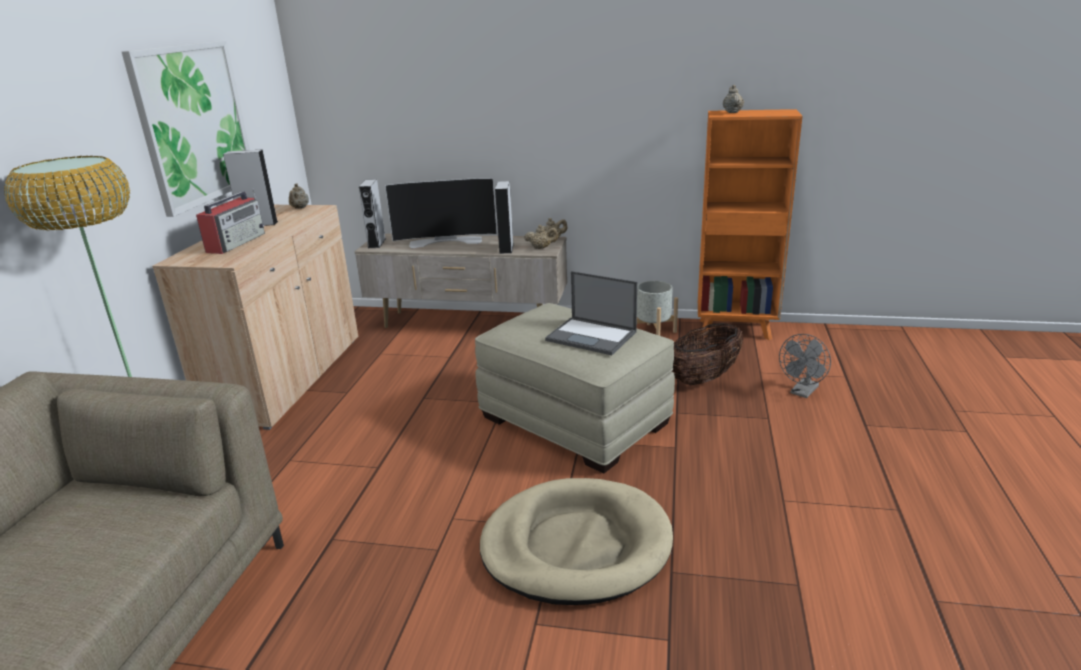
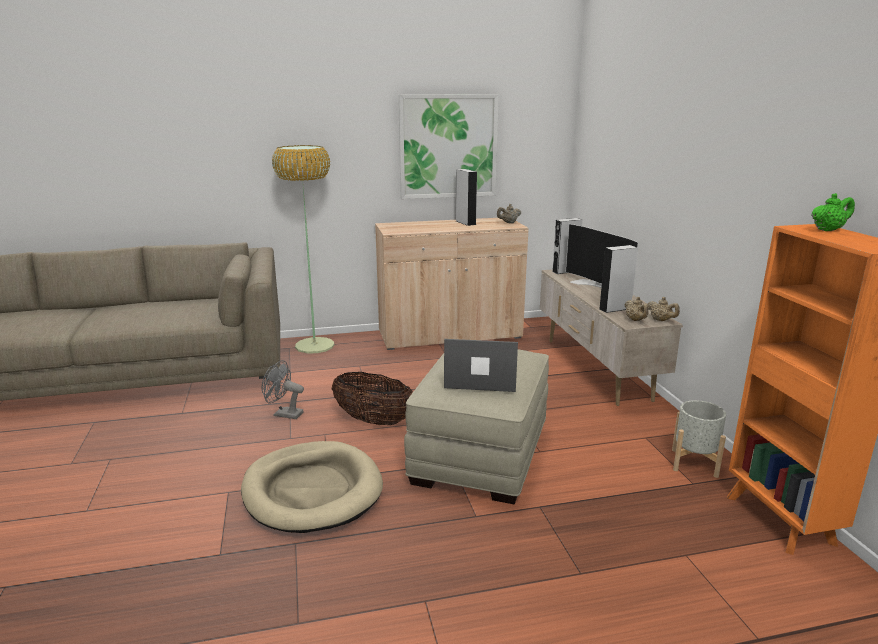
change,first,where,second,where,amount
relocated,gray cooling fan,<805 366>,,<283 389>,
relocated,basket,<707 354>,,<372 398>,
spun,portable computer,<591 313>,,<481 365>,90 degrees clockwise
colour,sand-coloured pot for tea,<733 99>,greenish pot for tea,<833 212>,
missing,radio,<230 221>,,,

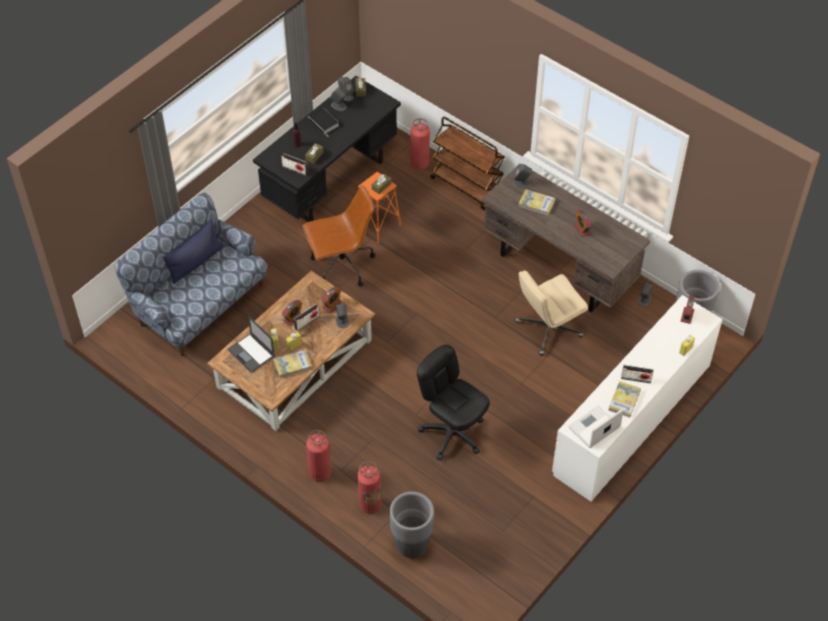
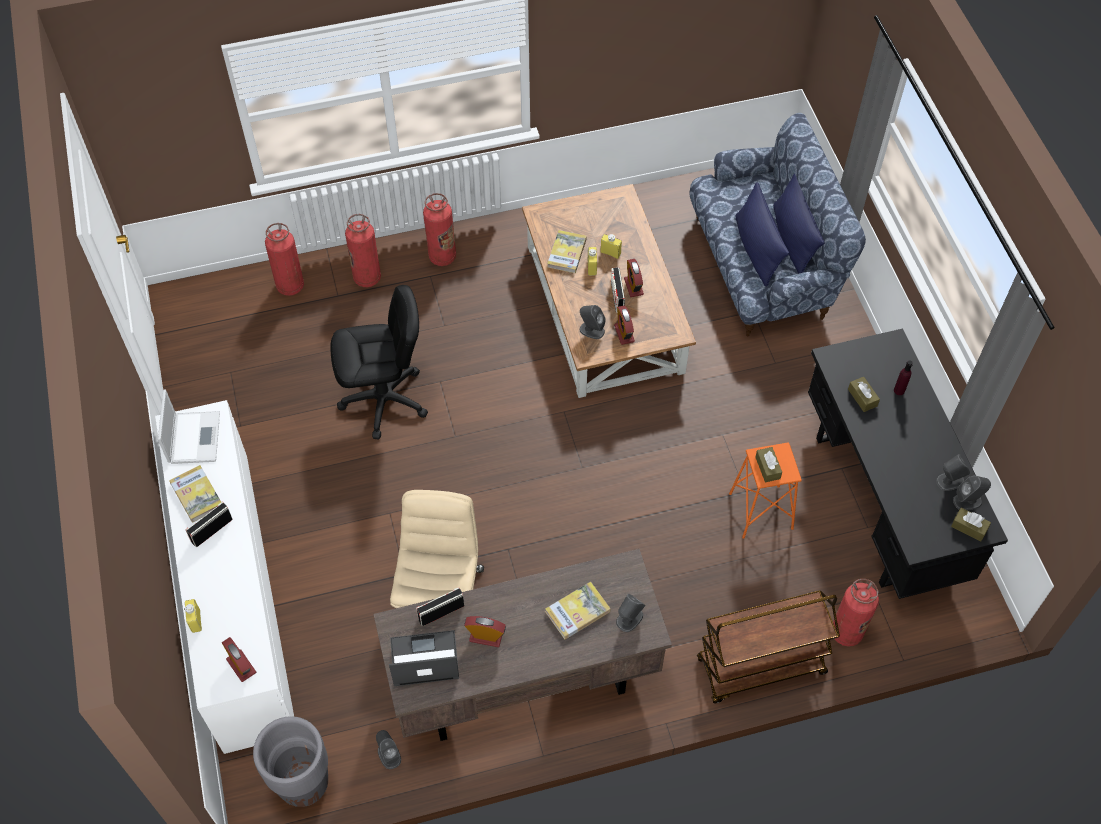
change,first,where,second,where,amount
exchanged,gray planter,<411 525>,fire extinguisher,<284 259>,
relocated,portable computer,<251 344>,,<424 658>,
relocated,radio,<294 165>,,<440 606>,
appeared,,,blue-coloured cushion,<762 234>,
missing,brownish computer chair,<339 236>,,,
missing,bound book,<323 121>,,,

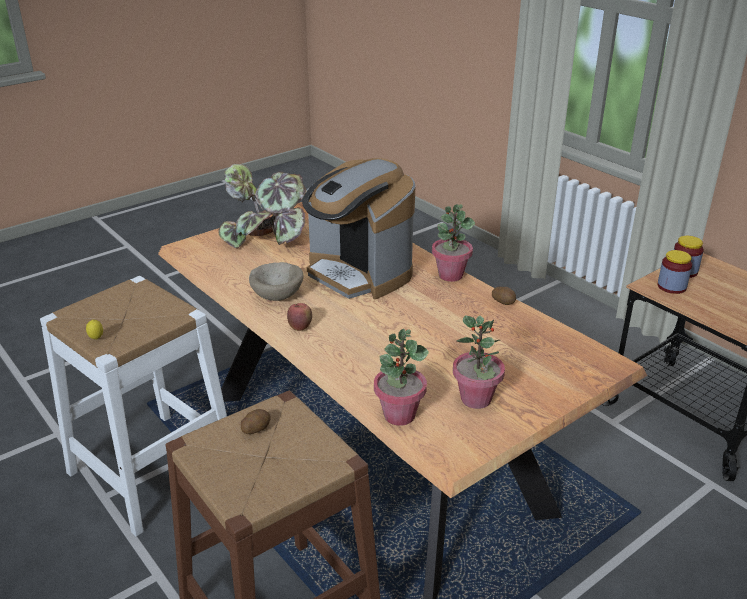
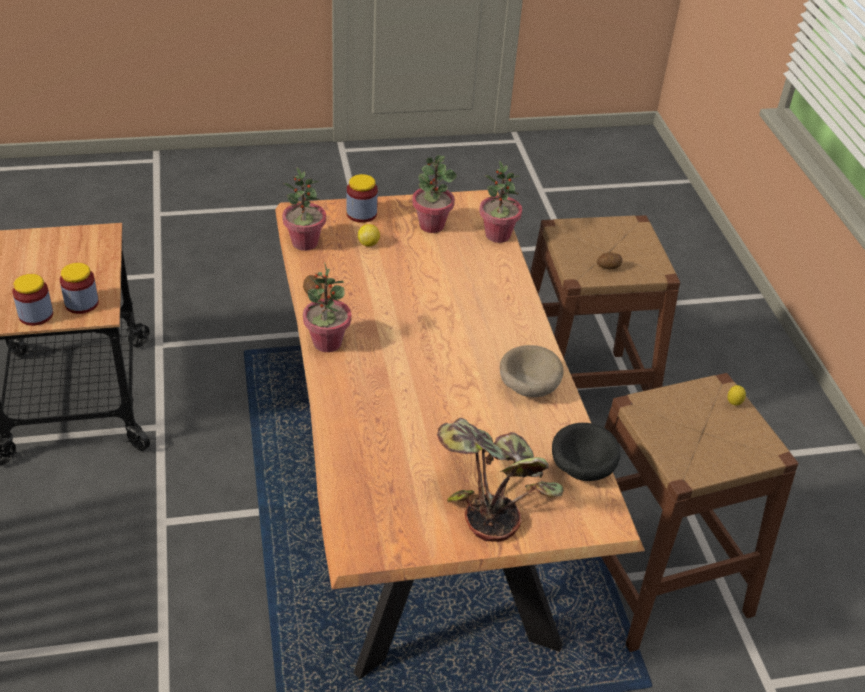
change,first,where,second,where,amount
appeared,,,plant in a pot,<304 209>,
appeared,,,storage jar,<362 198>,
appeared,,,lemon,<369 235>,
appeared,,,blackish deep dish,<586 452>,
colour,white stool seat,<133 406>,brownish stool seat,<699 512>,
missing,whole apple,<299 317>,,,
missing,coffee maker,<358 228>,,,

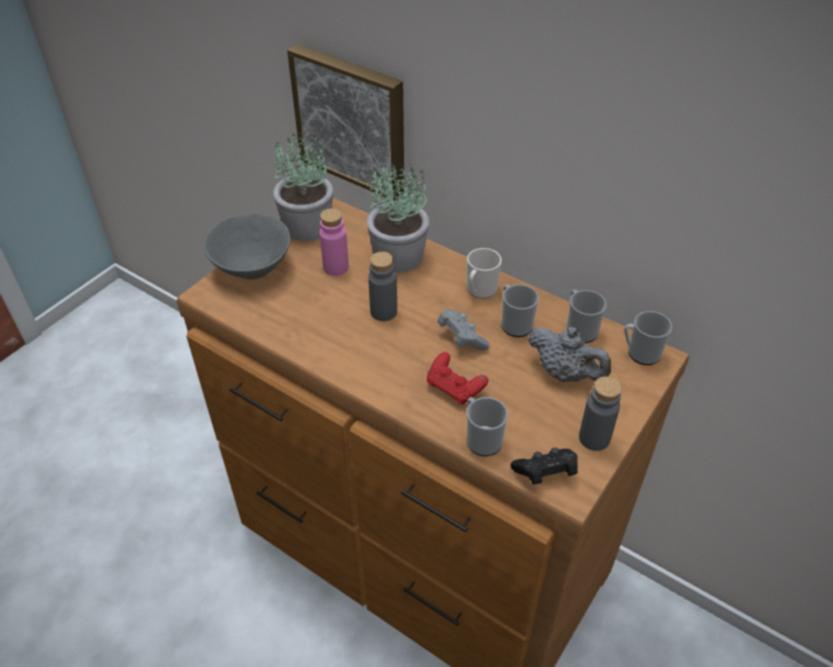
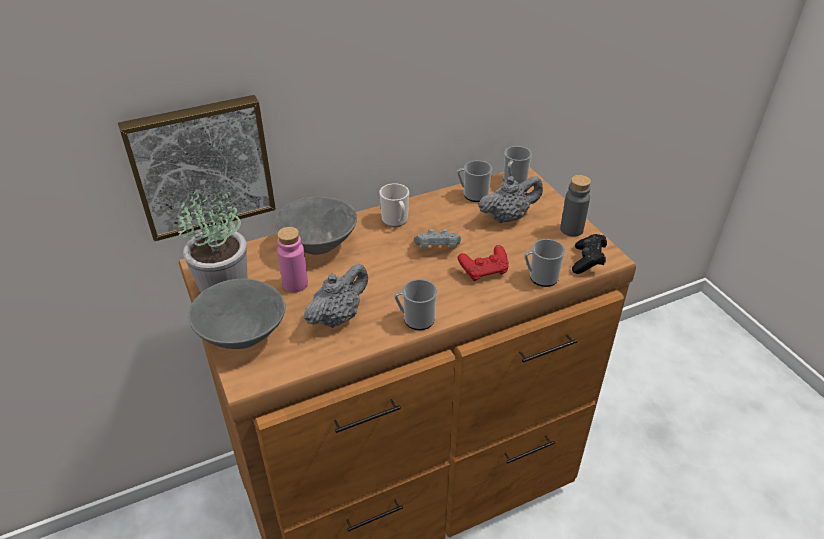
change,first,where,second,where,amount
exchanged,plant in a pot,<398 218>,gray deep dish,<316 226>,
appeared,,,gray pot for tea,<336 296>,
relocated,coffee mug,<520 310>,,<415 304>,
missing,gray bottle,<382 286>,,,

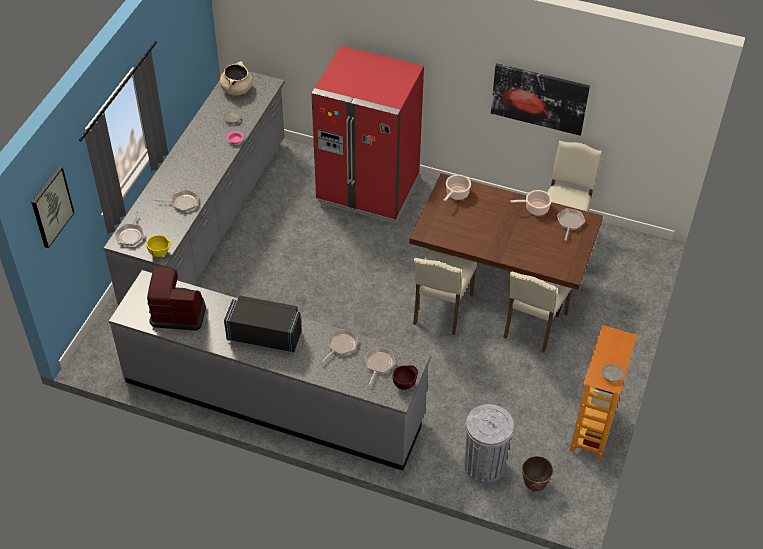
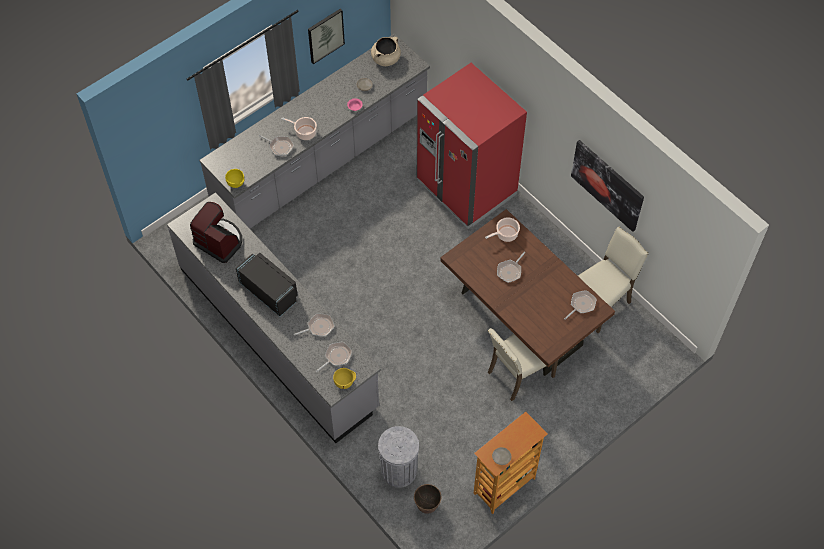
change,first,where,second,where,amount
relocated,saucepot,<531 203>,,<299 128>,
relocated,wall picture,<53 207>,,<326 36>,
colour,brownish deep dish,<405 377>,yellowish deep dish,<344 378>,
relocated,skillet,<129 229>,,<511 267>,
missing,sand-coloured plain chair,<445 292>,,,

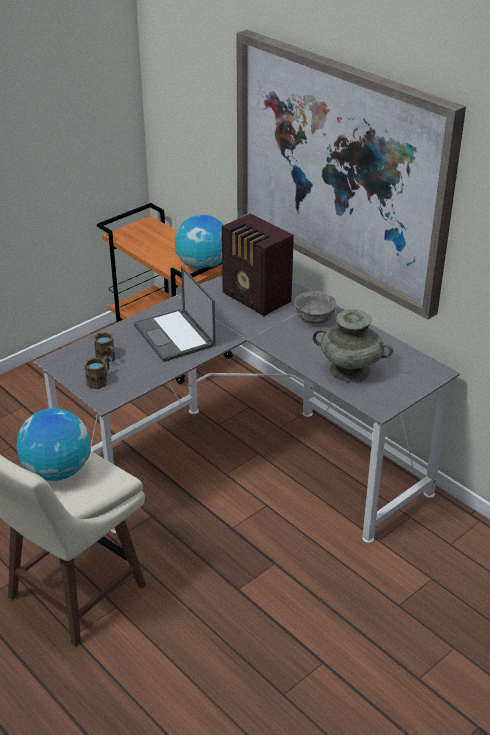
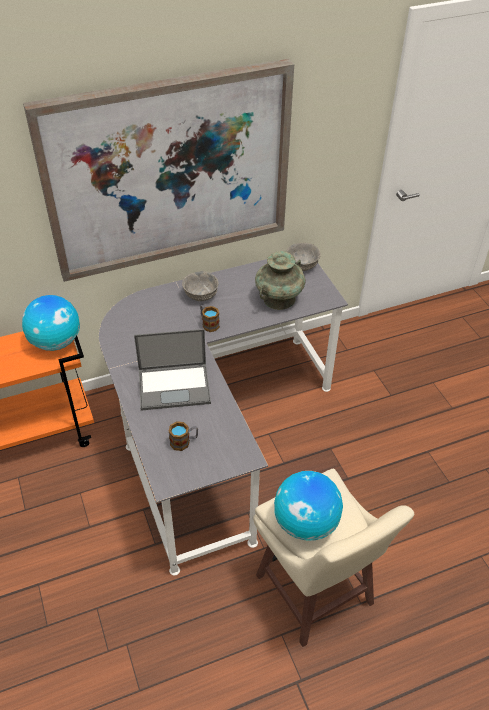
change,first,where,second,where,amount
relocated,coffee mug,<96 372>,,<210 318>,
appeared,,,gray deep dish,<303 257>,
missing,radio,<258 264>,,,

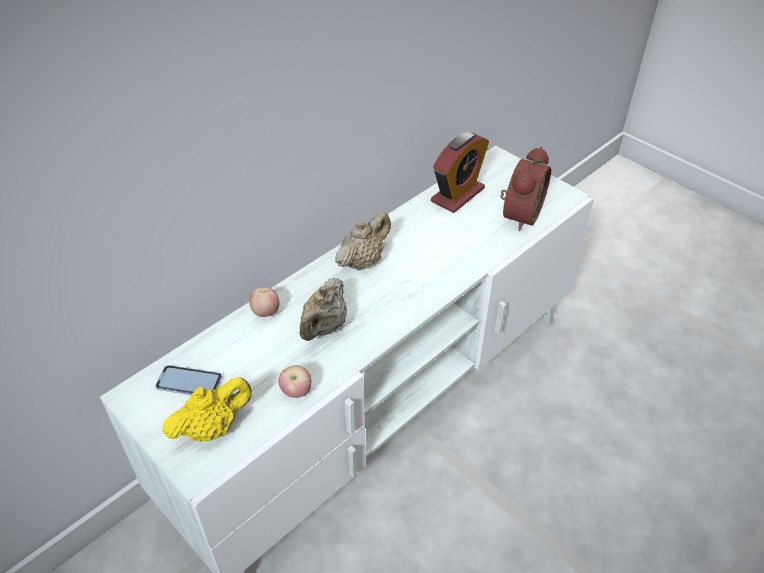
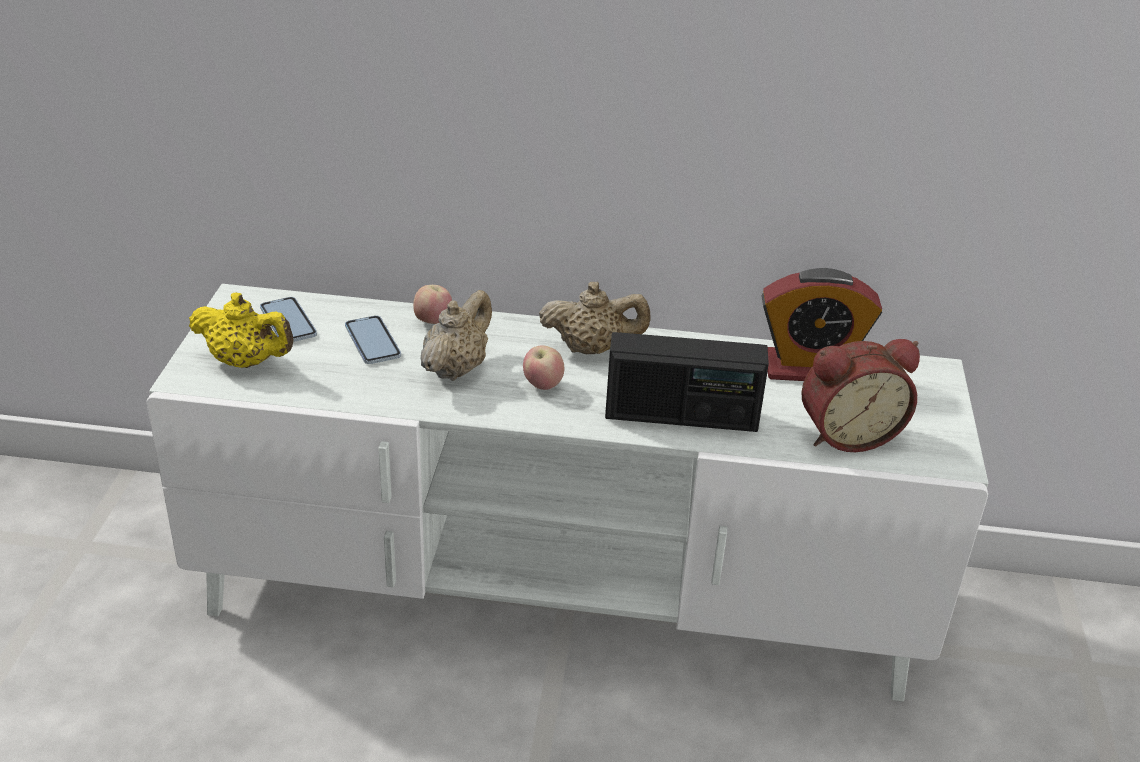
change,first,where,second,where,amount
appeared,,,handset,<373 339>,
spun,sand-coloured pot for tea,<323 309>,,<456 335>,135 degrees clockwise
relocated,whole apple,<295 381>,,<543 367>,
appeared,,,radio,<687 382>,

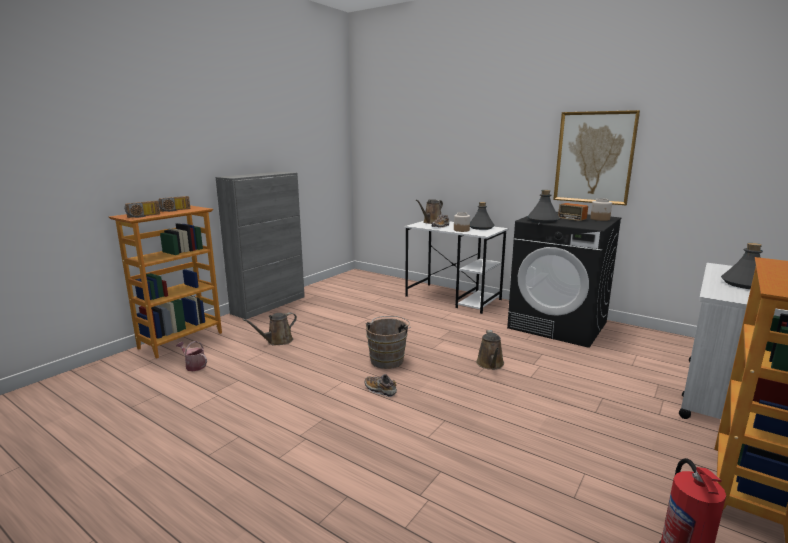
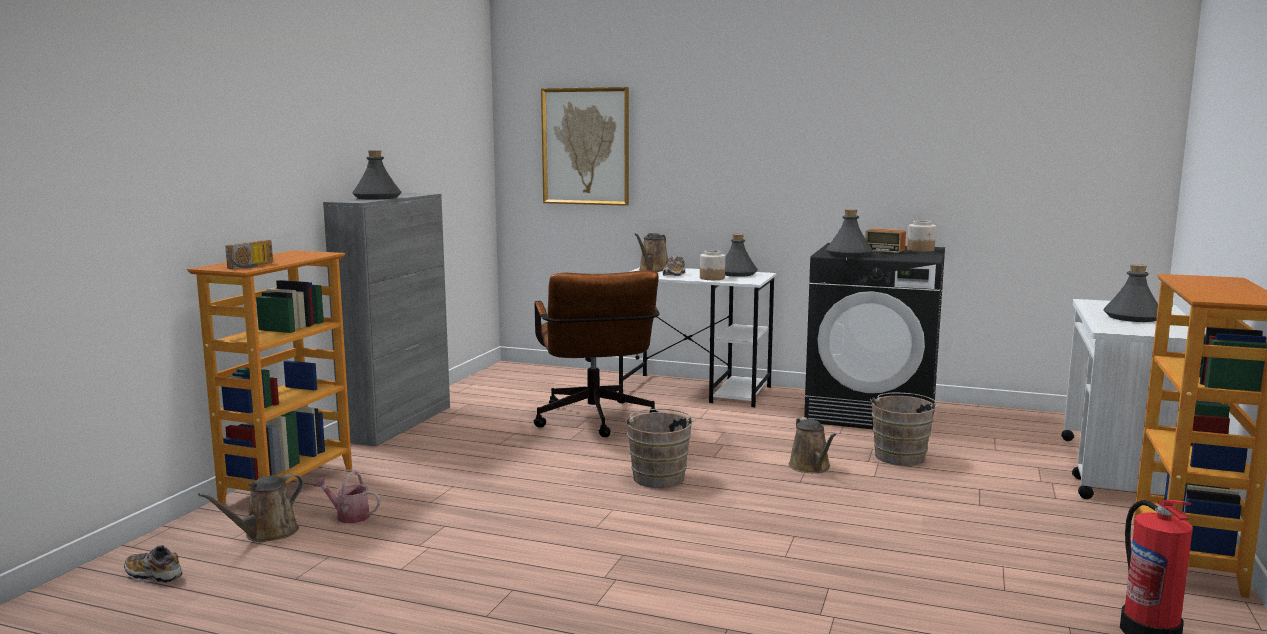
change,first,where,second,where,amount
relocated,item of footwear,<381 385>,,<153 564>,
relocated,brownish watering can,<270 329>,,<251 508>,
appeared,,,gray bottle,<377 174>,
appeared,,,brownish computer chair,<596 353>,
relocated,wall picture,<596 157>,,<585 146>,
appeared,,,brownish water bucket,<905 429>,
missing,radio,<174 204>,,,

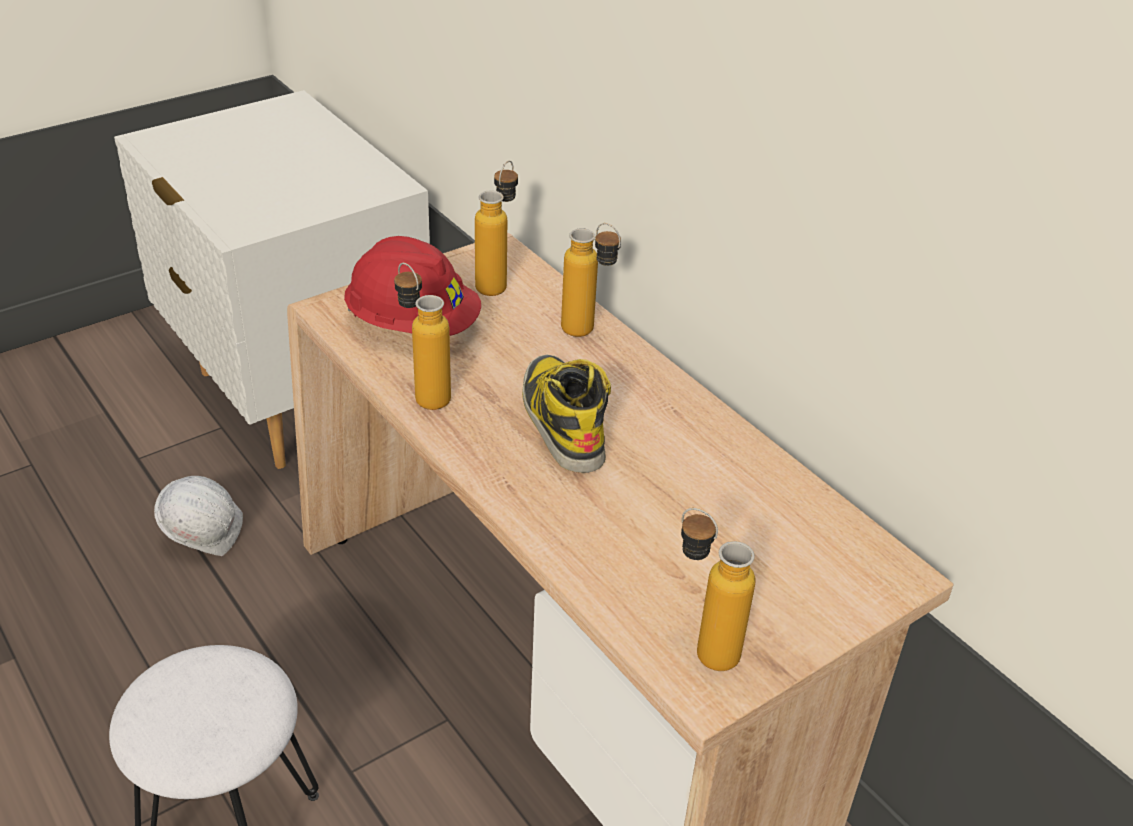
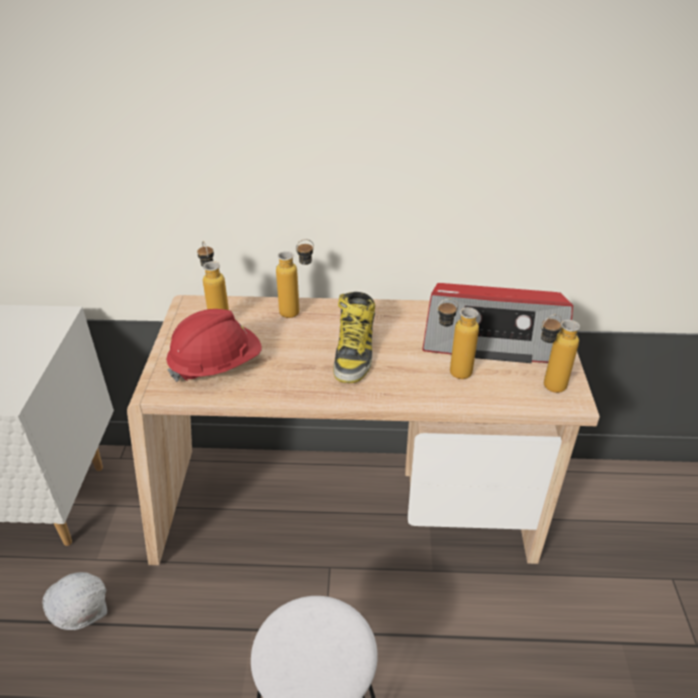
change,first,where,second,where,amount
spun,tall boot,<566 414>,,<354 337>,105 degrees counterclockwise
appeared,,,radio,<497 323>,
relocated,bottle,<422 336>,,<458 339>,

